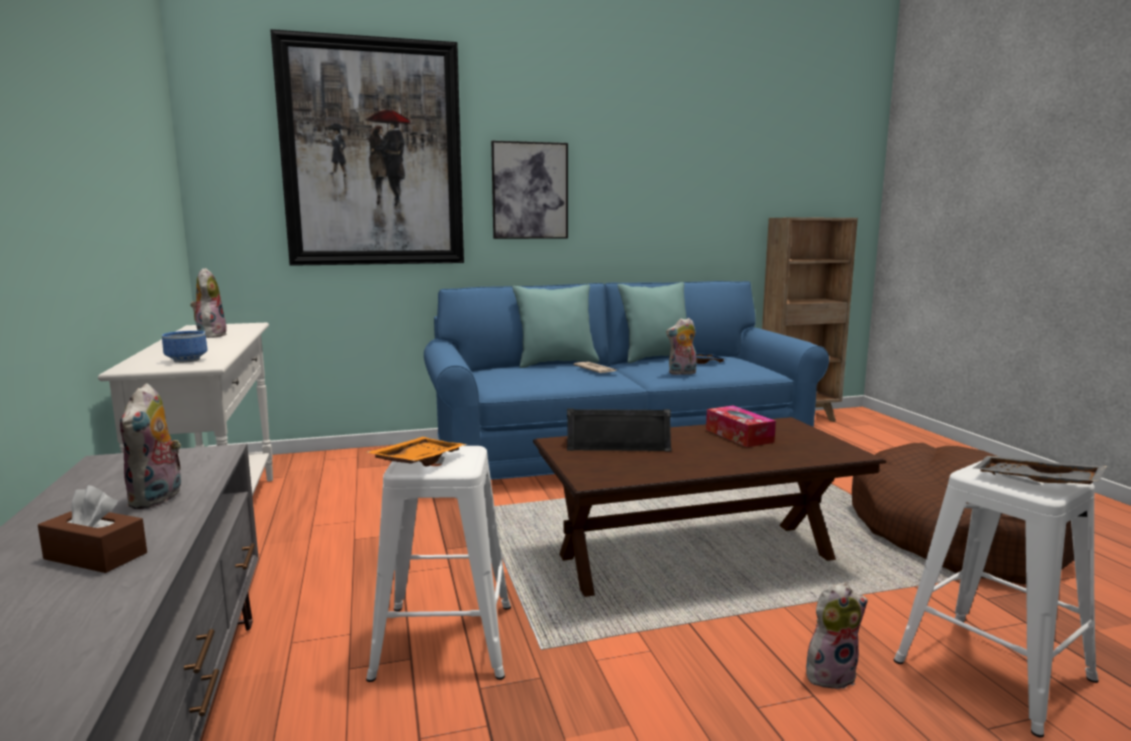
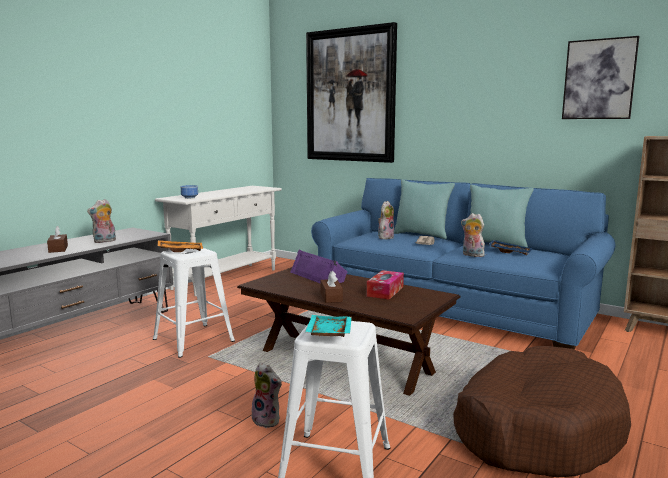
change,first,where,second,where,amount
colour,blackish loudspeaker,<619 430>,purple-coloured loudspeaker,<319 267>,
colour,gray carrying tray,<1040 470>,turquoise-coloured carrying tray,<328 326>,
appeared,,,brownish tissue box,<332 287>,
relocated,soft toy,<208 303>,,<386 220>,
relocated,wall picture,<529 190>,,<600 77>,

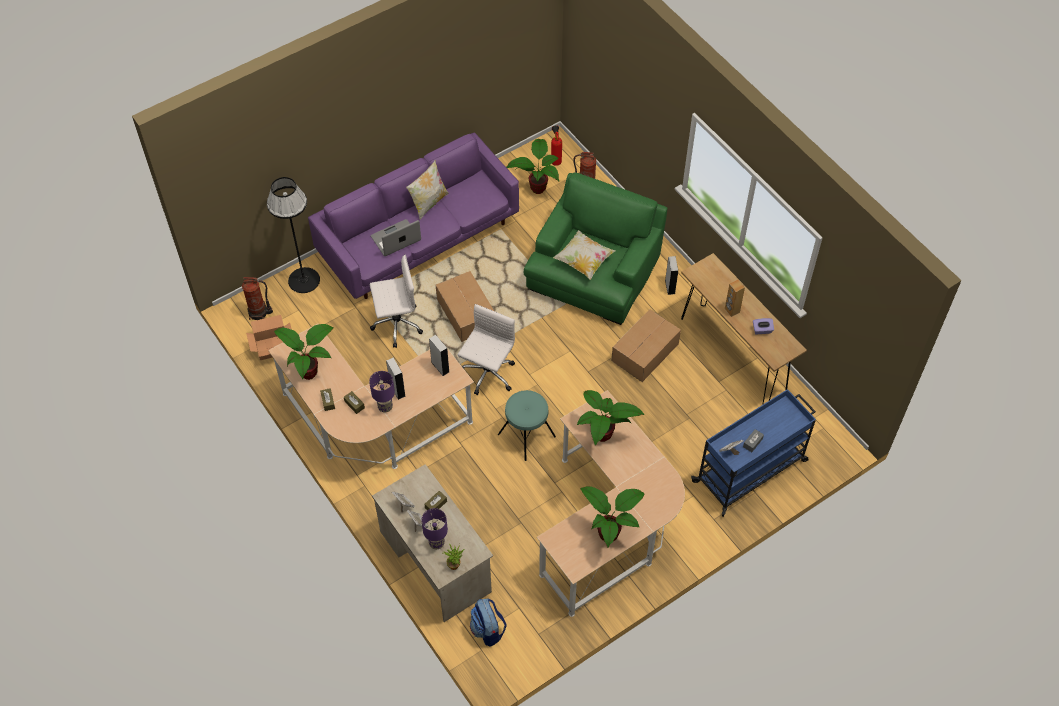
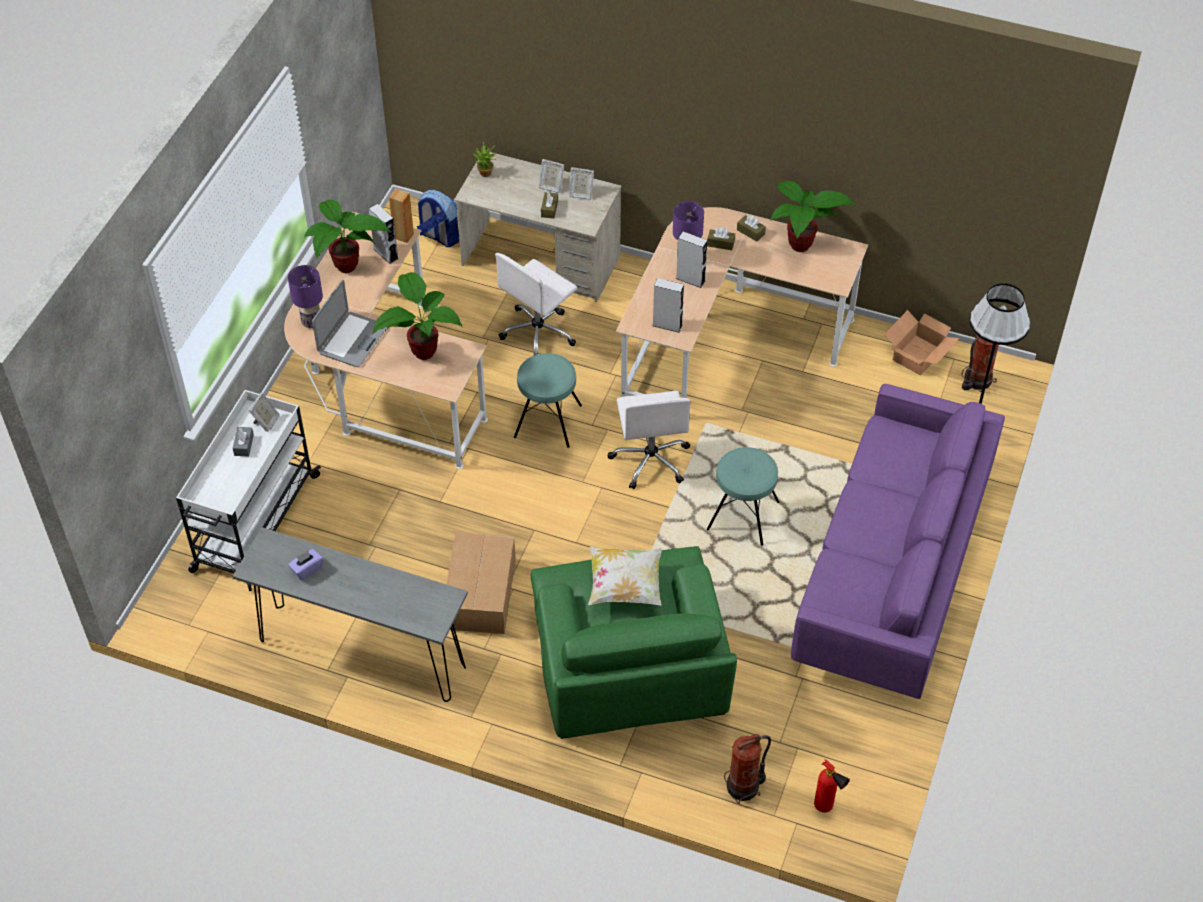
change,first,where,second,where,amount
colour,blue-coloured trolley,<753 453>,white trolley,<248 490>,
colour,brownish hall table,<744 329>,gray hall table,<350 614>,
relocated,purple-coloured tabletop lamp,<434 528>,,<305 296>,
relocated,portable computer,<396 237>,,<350 323>,
relocated,gray loudspeaker,<671 275>,,<383 234>,
relocated,brownish loudspeaker,<735 298>,,<401 216>,
relocated,white computer chair,<396 301>,,<536 304>,
exchanged,packing box,<465 306>,turquoise-coloured stool seat,<743 496>,
missing,cushion,<427 190>,,,
missing,plant in a pot,<532 166>,,,

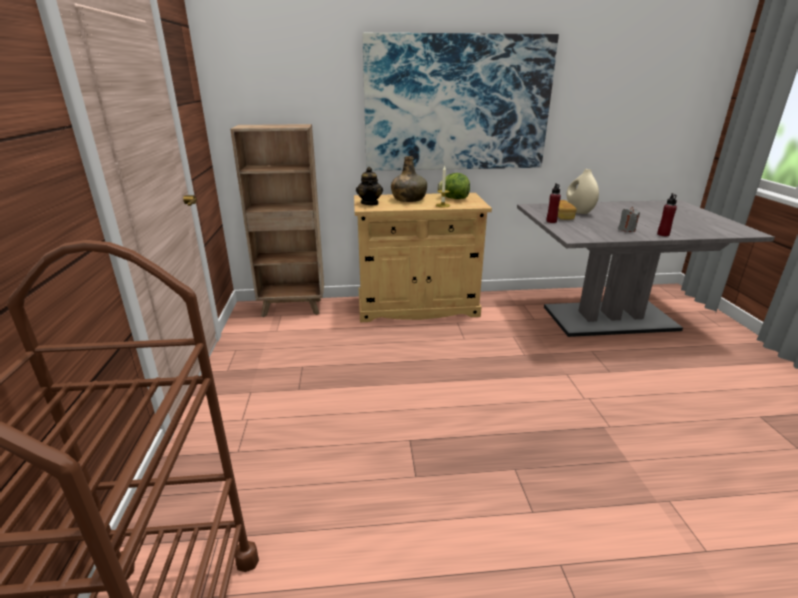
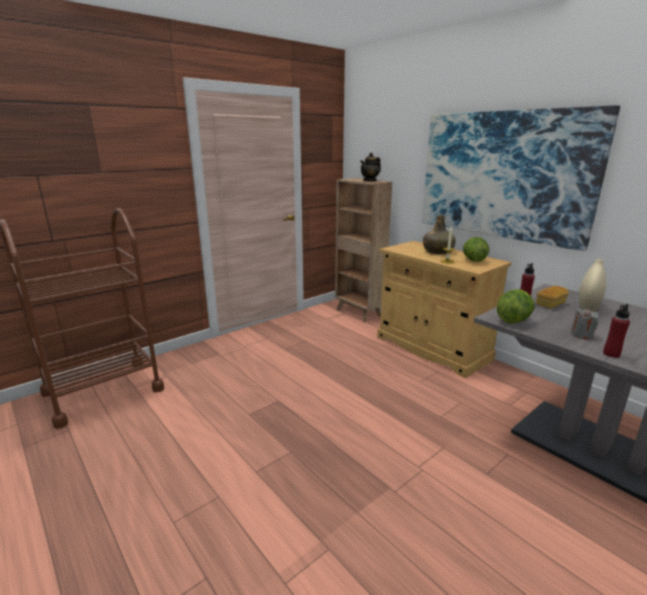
change,first,where,second,where,amount
relocated,pot for tea,<369 186>,,<370 167>,
appeared,,,head of lettuce,<516 306>,

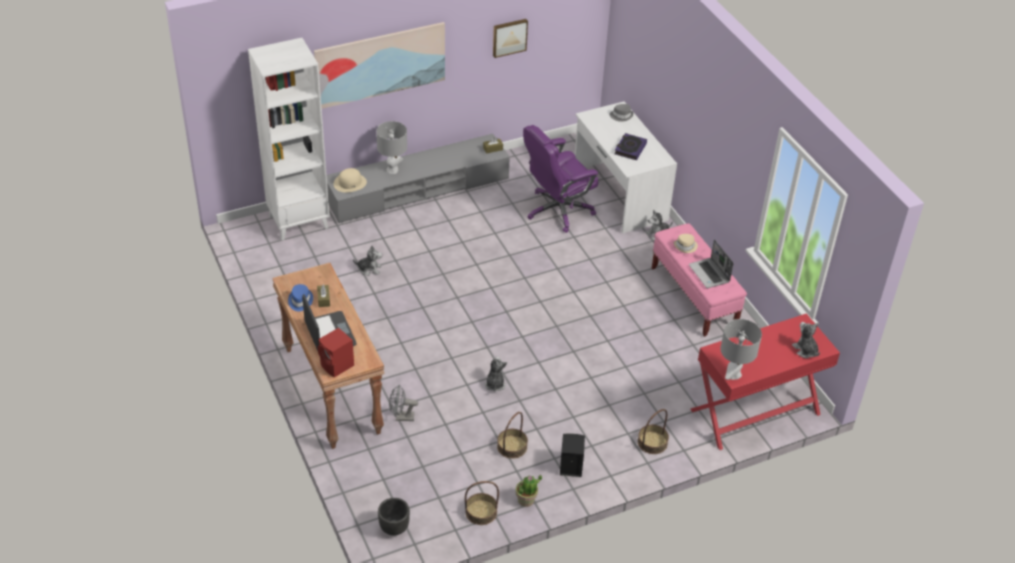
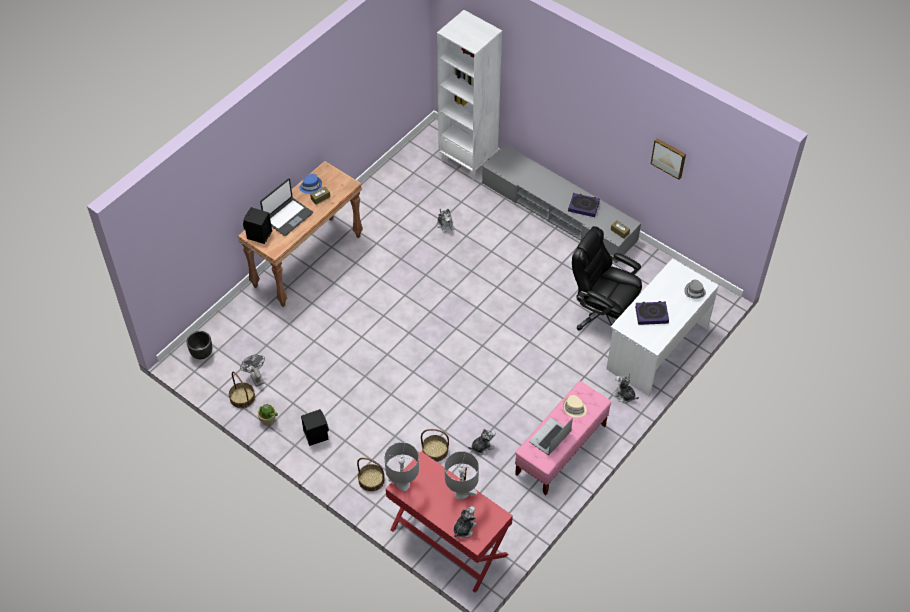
change,first,where,second,where,amount
relocated,gray cooling fan,<403 403>,,<252 370>,
colour,reddish loudspeaker,<336 353>,blackish loudspeaker,<257 225>,
relocated,basket,<512 435>,,<435 445>,
relocated,gray tabletop lamp,<391 147>,,<462 475>,
relocated,soft toy,<496 374>,,<482 442>,
appeared,,,bound book,<584 205>,
colour,purple-coloured computer chair,<560 179>,blackish computer chair,<607 278>,
missing,wall picture,<379 65>,,,
missing,sand-coloured hat,<350 180>,,,

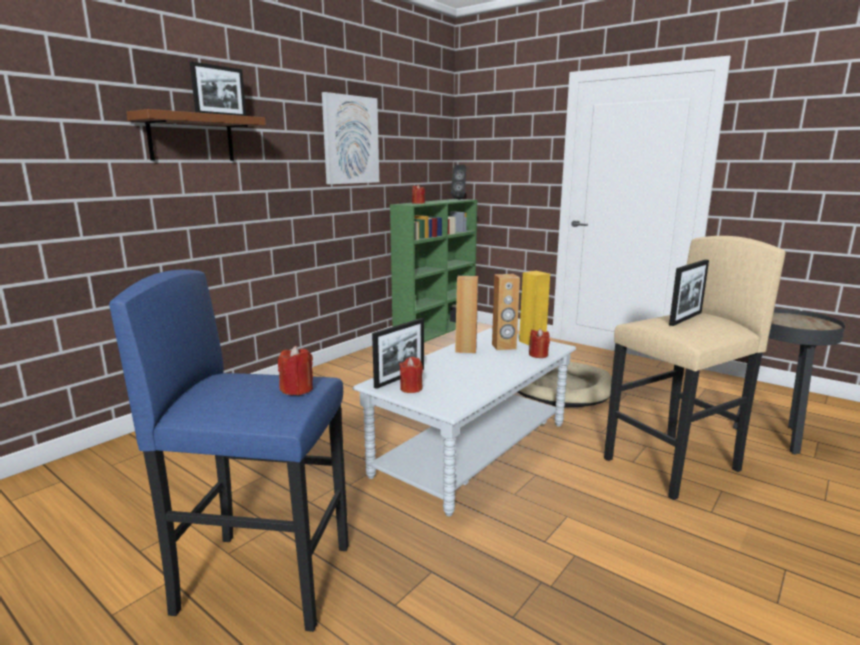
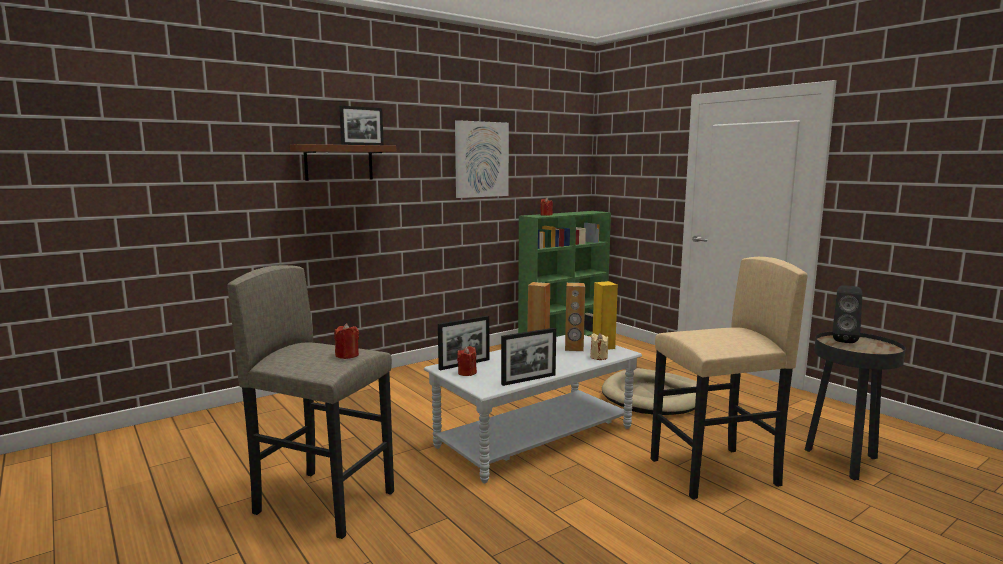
change,first,where,second,where,amount
colour,blue-coloured stool seat,<229 451>,gray stool seat,<310 402>,
relocated,picture frame,<689 293>,,<528 357>,
colour,reddish candle,<539 343>,sand-coloured candle,<599 346>,
relocated,blackish loudspeaker,<458 182>,,<847 314>,

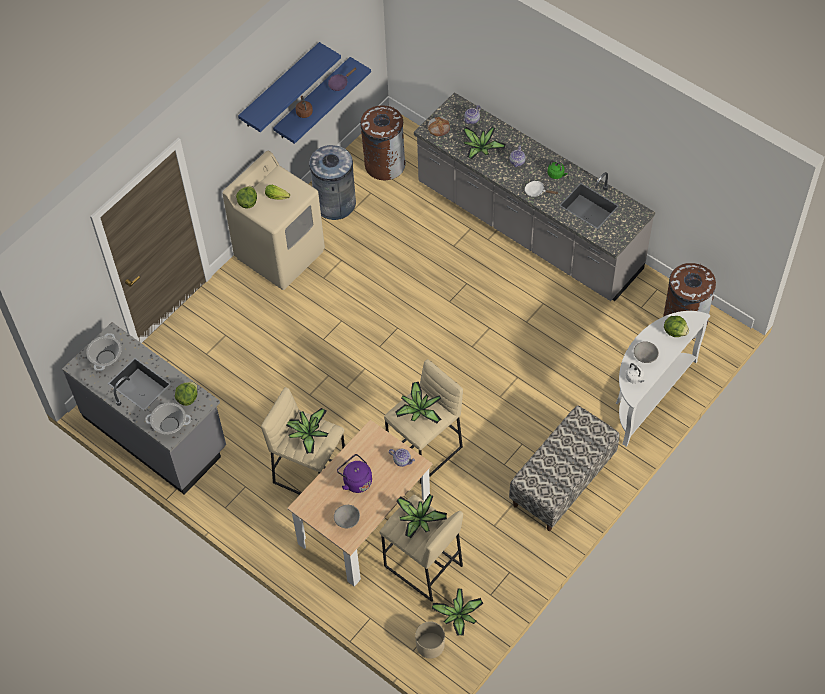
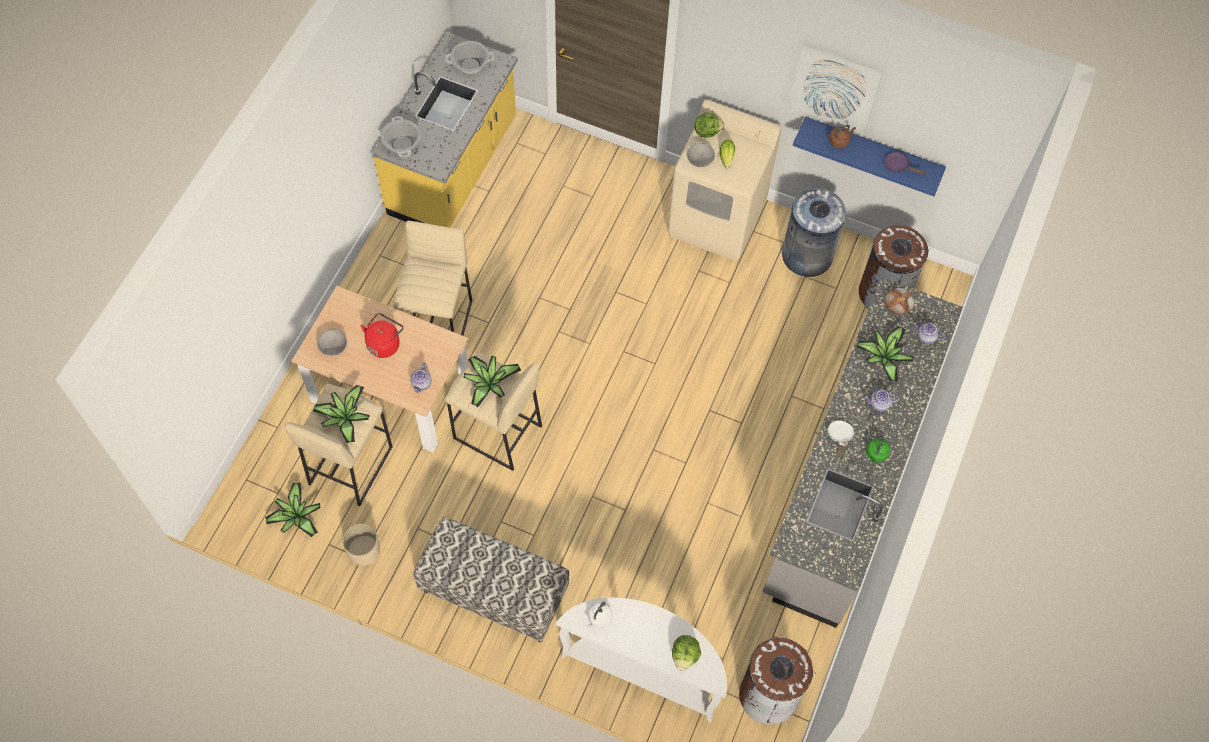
change,first,where,second,where,amount
relocated,sand-coloured planter,<430 640>,,<361 545>,
colour,purple-coloured water kettle,<354 473>,reddish water kettle,<382 335>,
colour,gray kitchen counter,<144 408>,yellowish kitchen counter,<445 130>,
relocated,gray deep dish,<646 352>,,<701 155>,
exchanged,blue-coloured bracket shelf,<289 87>,wall picture,<836 88>,
missing,head of lettuce,<186 394>,,,
missing,plant in a pot,<307 431>,,,

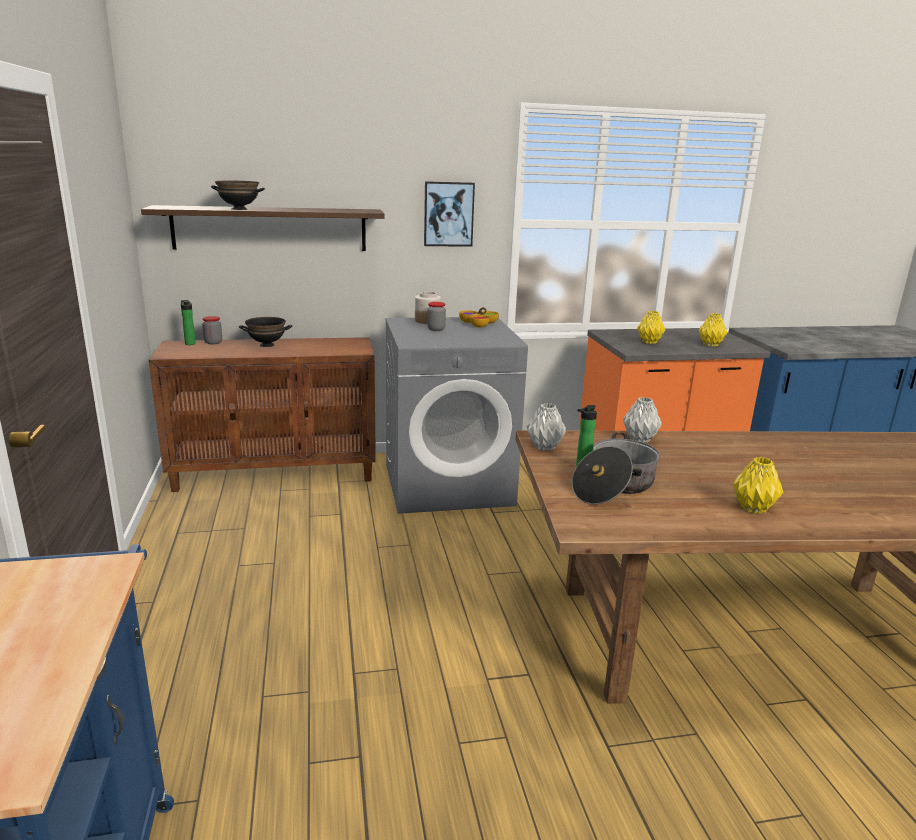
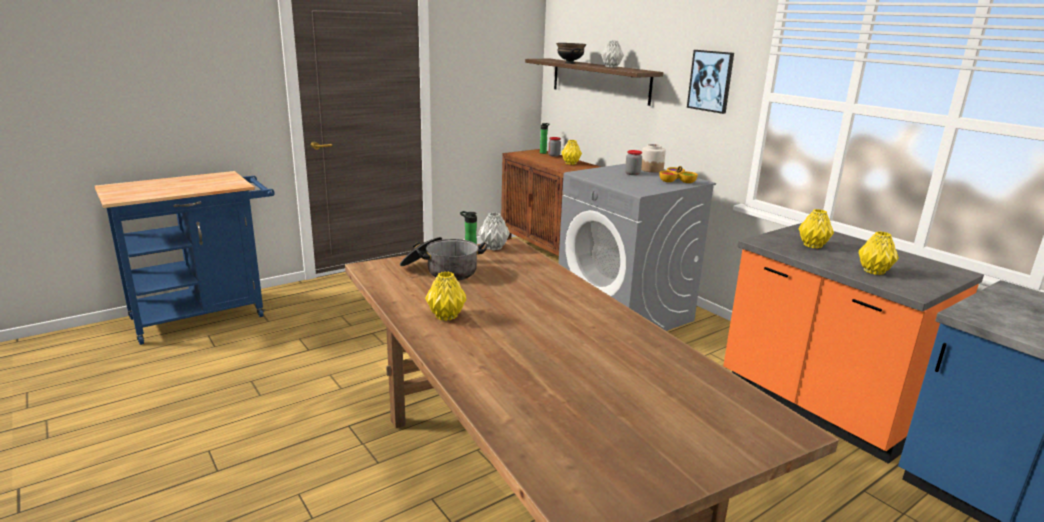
change,first,where,second,where,amount
exchanged,blackish deep dish,<265 332>,yellowish flower vase,<571 152>,
relocated,gray flower vase,<642 420>,,<612 54>,

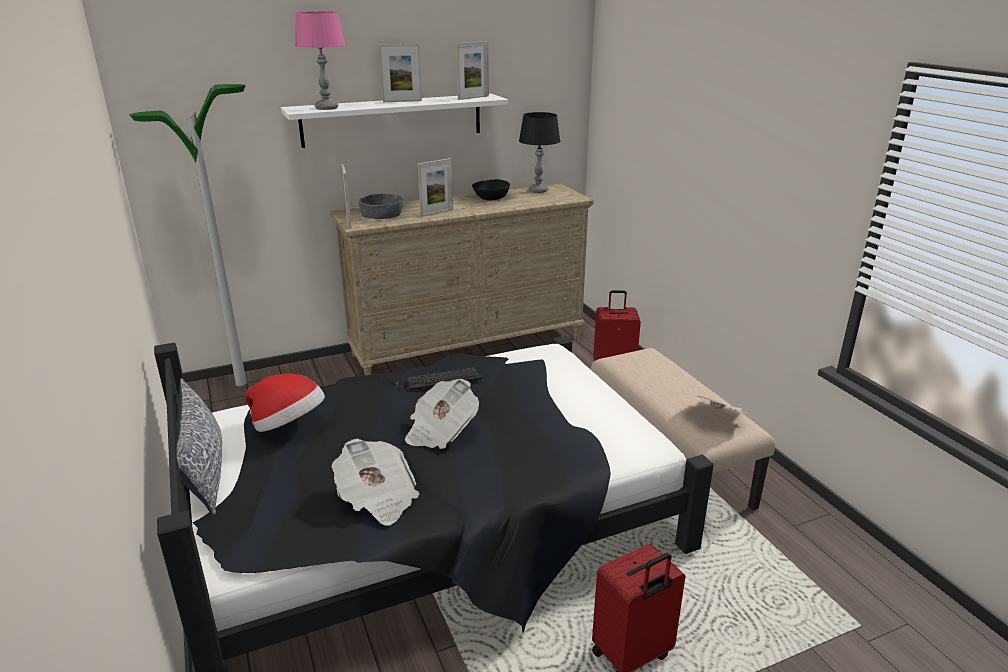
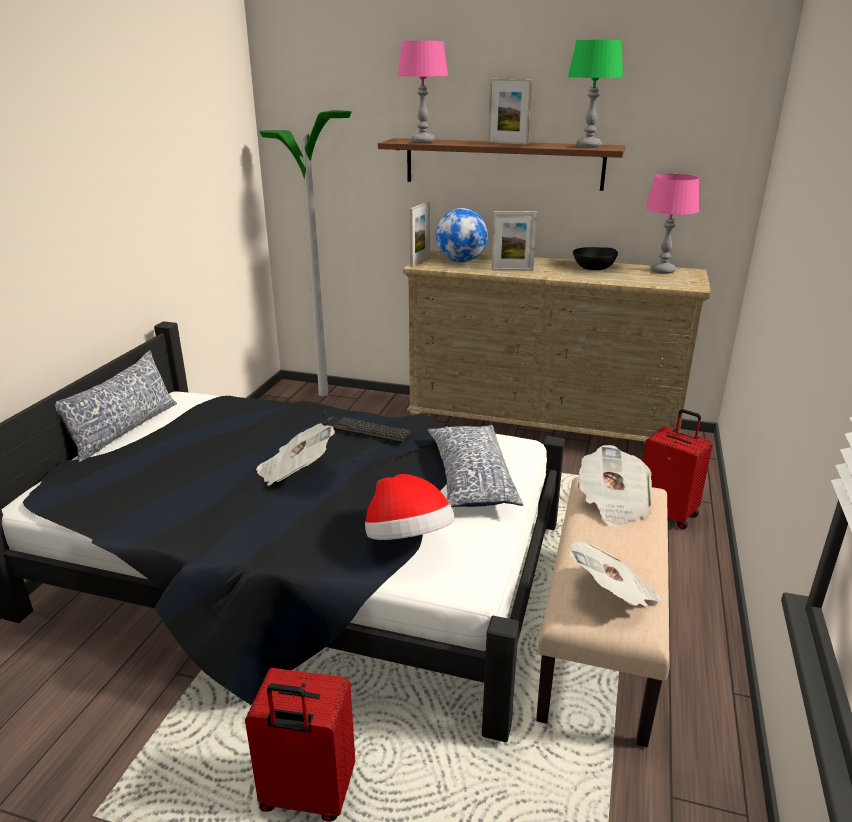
change,first,where,second,where,amount
relocated,hat,<285 402>,,<410 507>,
colour,white bracket shelf,<394 121>,brownish bracket shelf,<501 164>,
appeared,,,cushion,<476 466>,
exchanged,gray deep dish,<381 206>,globe,<462 235>,
exchanged,picture frame,<472 70>,greenish tabletop lamp,<595 94>,
relocated,daily paper,<376 482>,,<615 486>,
colour,blackish tabletop lamp,<539 152>,pink tabletop lamp,<672 224>,

